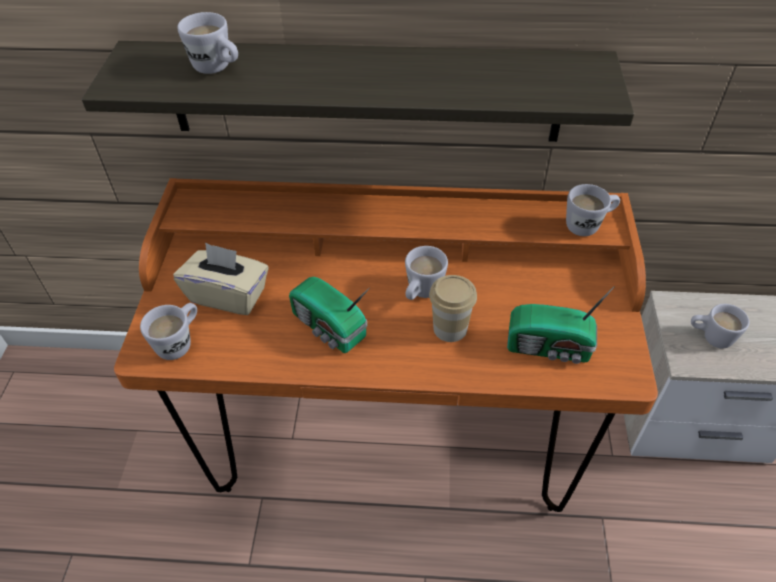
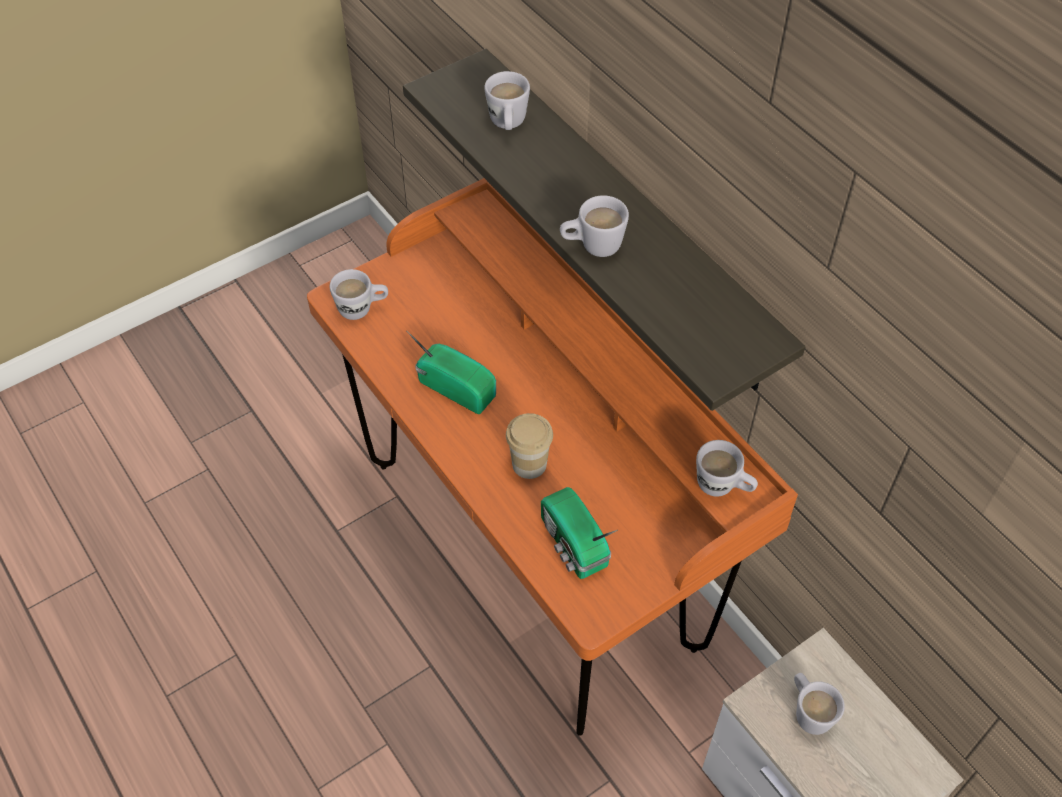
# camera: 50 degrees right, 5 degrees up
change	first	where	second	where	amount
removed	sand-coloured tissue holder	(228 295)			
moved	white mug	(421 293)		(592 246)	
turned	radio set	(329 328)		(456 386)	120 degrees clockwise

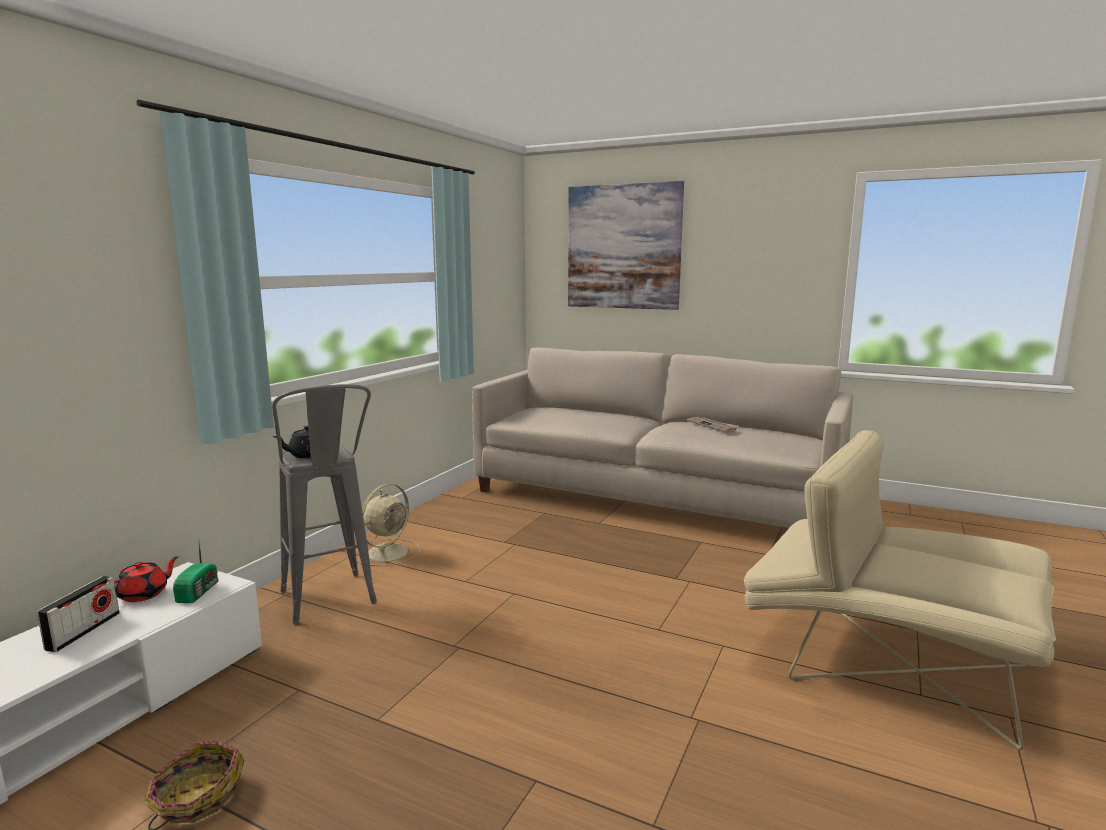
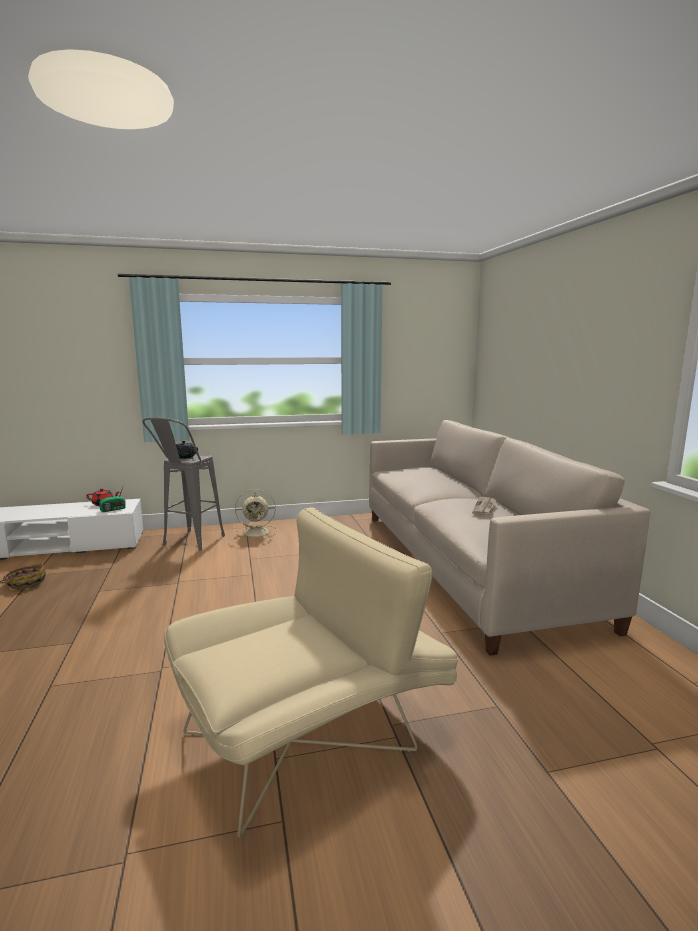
# camera: 50 degrees right, 0 degrees up
change	first	where	second	where	amount
removed	picture	(623 247)			
turned	sand-coloured armchair	(886 662)		(312 730)	60 degrees clockwise
removed	radio set	(83 631)			

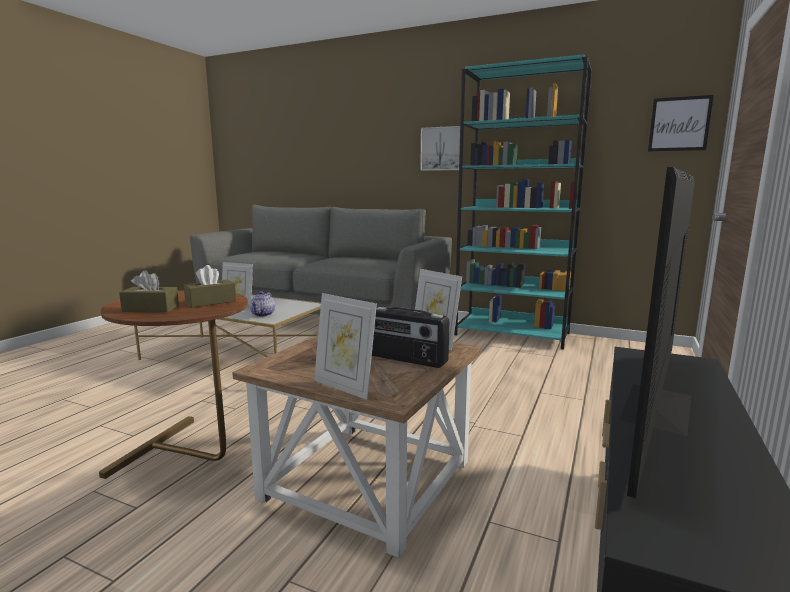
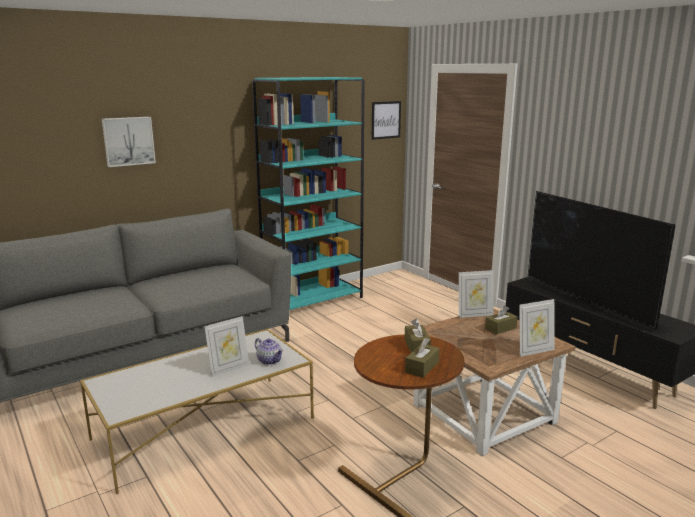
# camera: 60 degrees left, 5 degrees up
change	first	where	second	where	amount
moved	picture	(441 149)		(128 141)	
replaced	radio set	(407 359)	brown-coloured tissue holder	(500 328)	

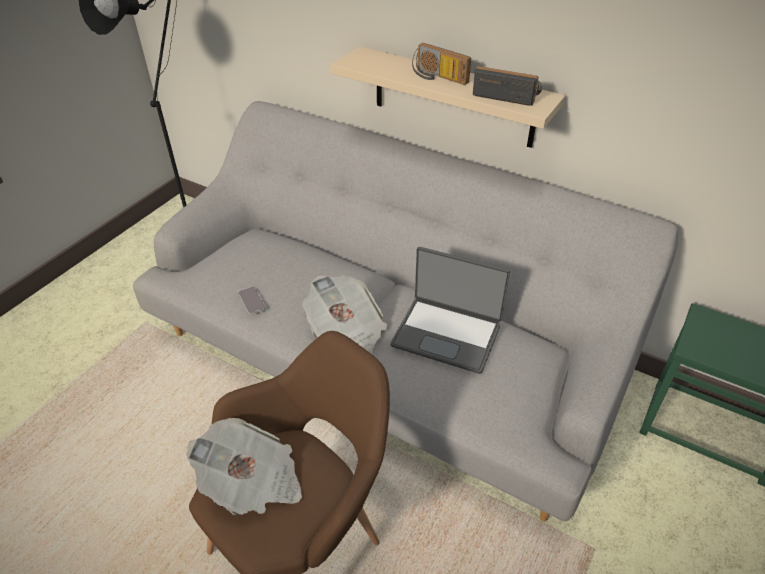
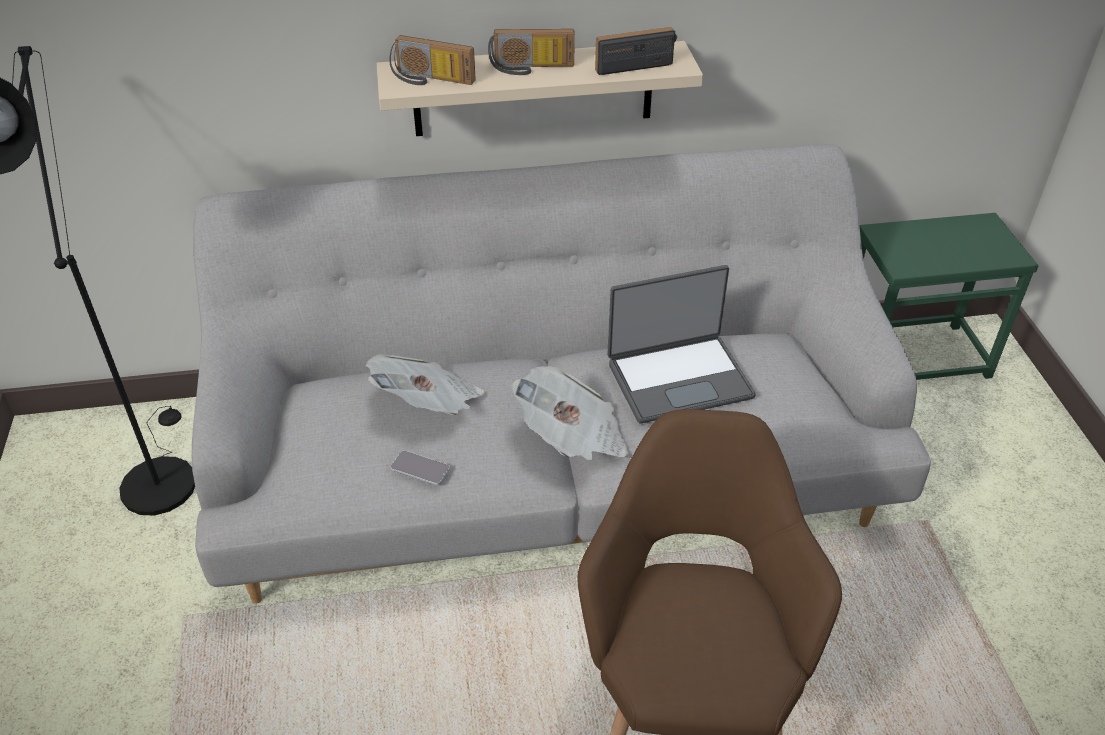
# camera: 40 degrees left, 0 degrees up
change	first	where	second	where	amount
moved	daily paper	(253 482)		(429 405)	
added			radio set	(430 80)	

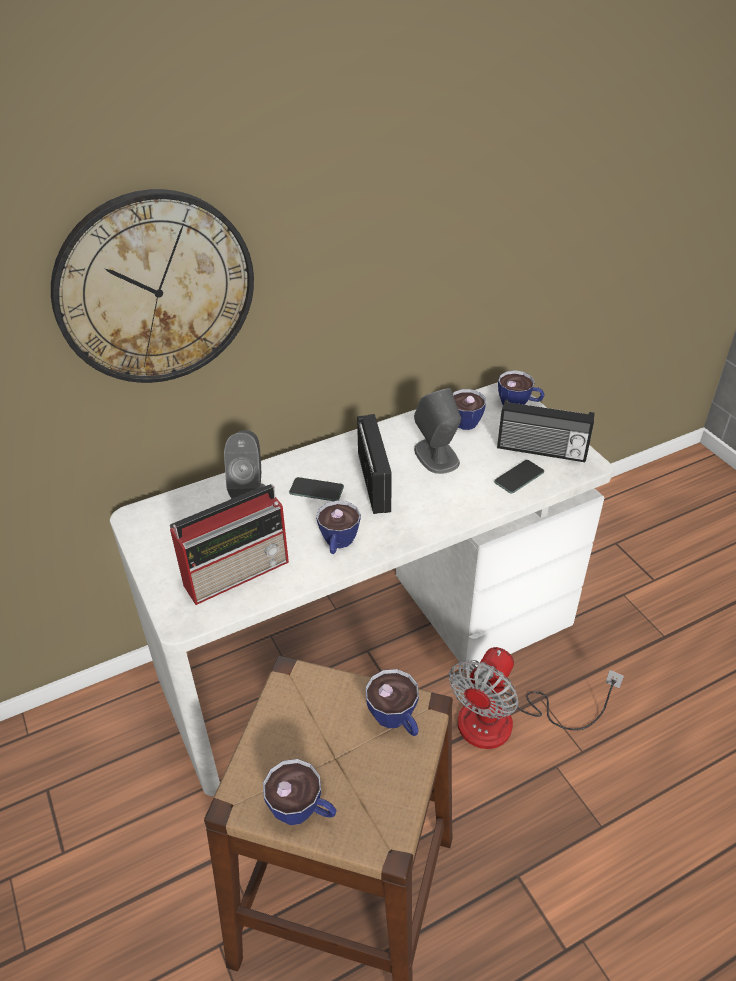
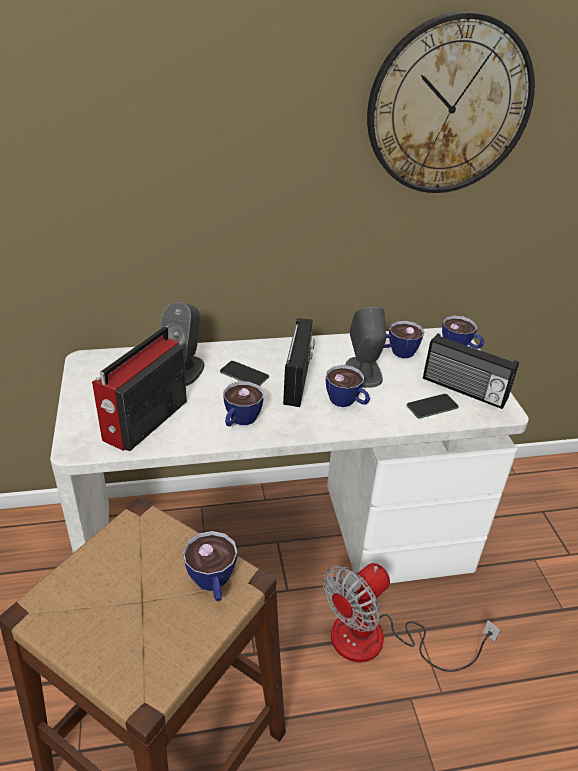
# camera: 15 degrees right, 5 degrees down
change	first	where	second	where	amount
moved	clock on the wall	(155 289)		(449 107)	
turned	radio set	(238 571)		(144 421)	135 degrees clockwise
moved	cup	(303 811)		(347 402)	

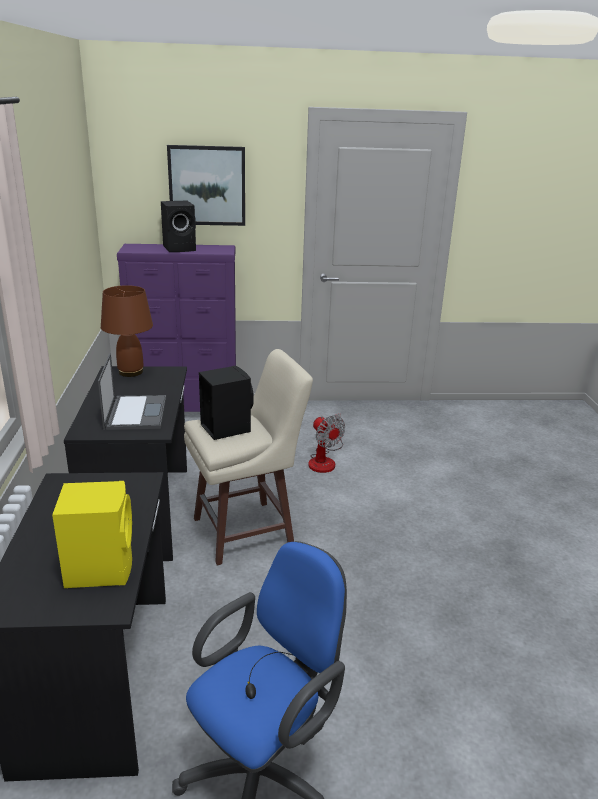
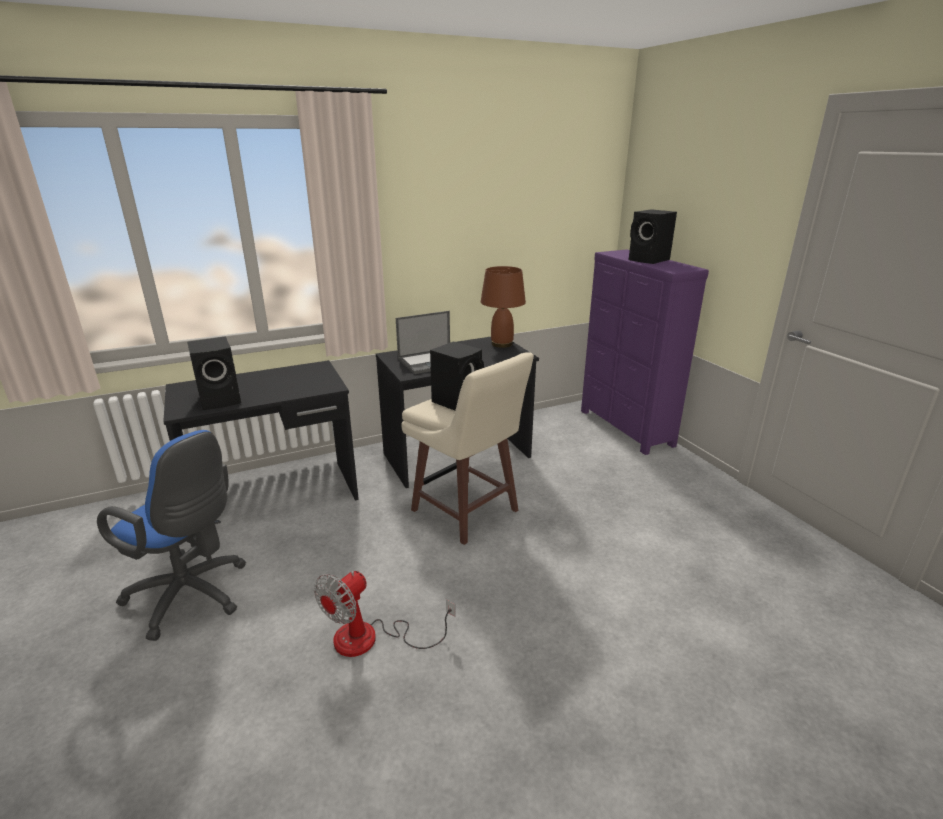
# camera: 70 degrees right, 0 degrees up
change	first	where	second	where	amount
removed	picture	(207 185)			
moved	cooling fan	(324 460)		(371 639)	
recoloured	yellow speaker	(100 567)	black speaker	(222 399)	

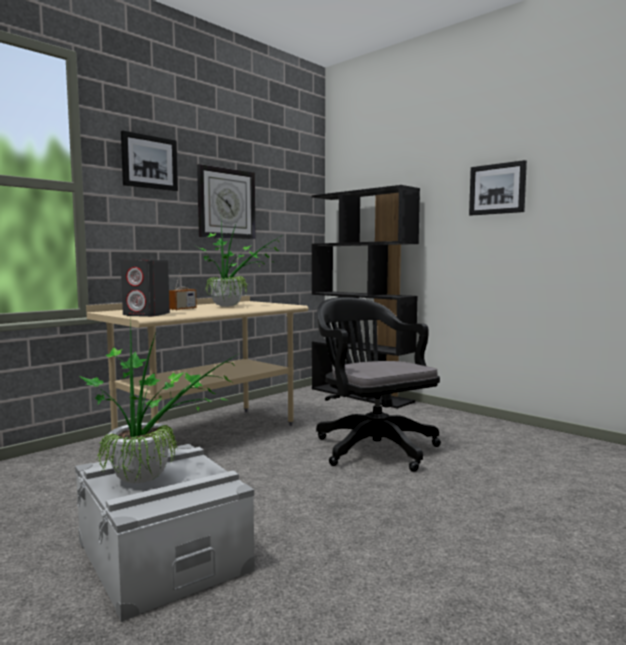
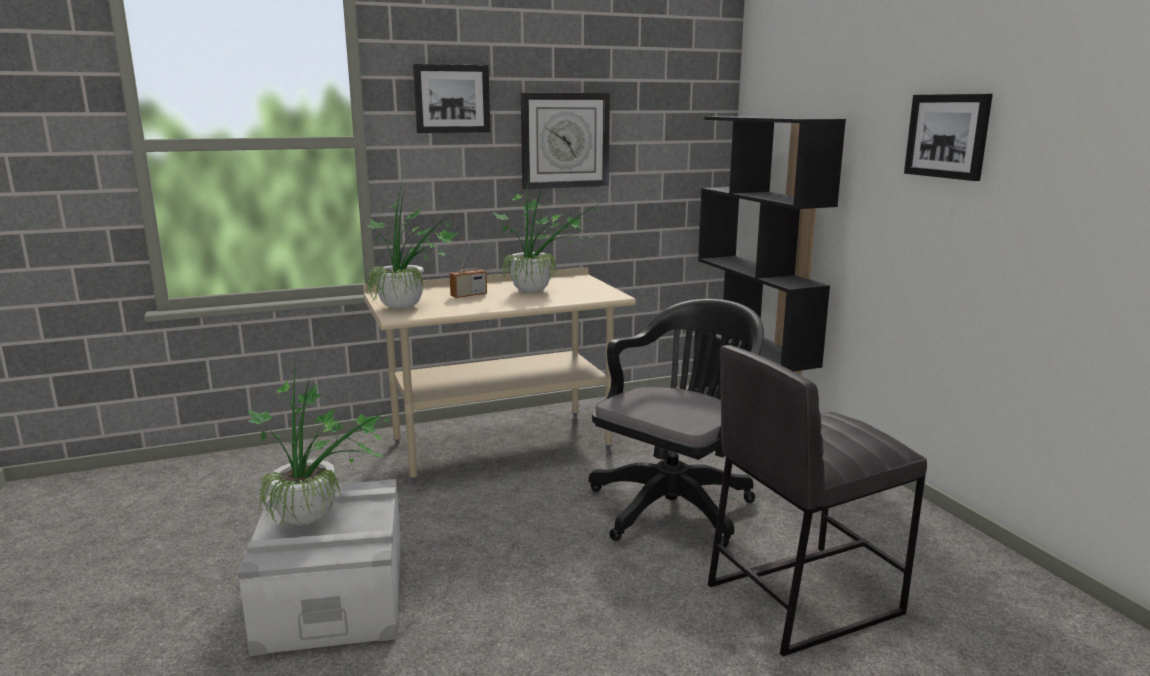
# camera: 25 degrees right, 10 degrees up
change	first	where	second	where	amount
replaced	grey speaker	(147 314)	potted plant	(409 308)	
turned	black office chair	(372 447)		(676 505)	45 degrees clockwise
added			grey sitting stool	(801 598)	

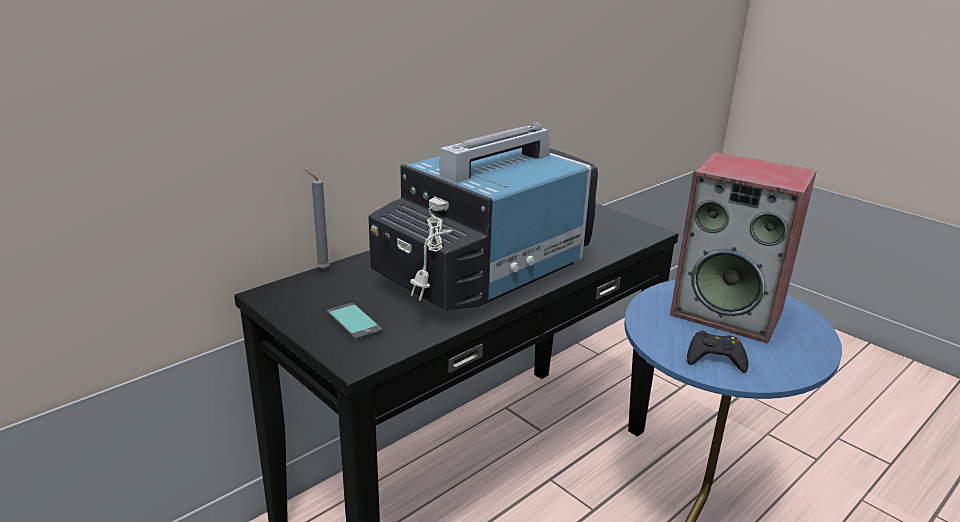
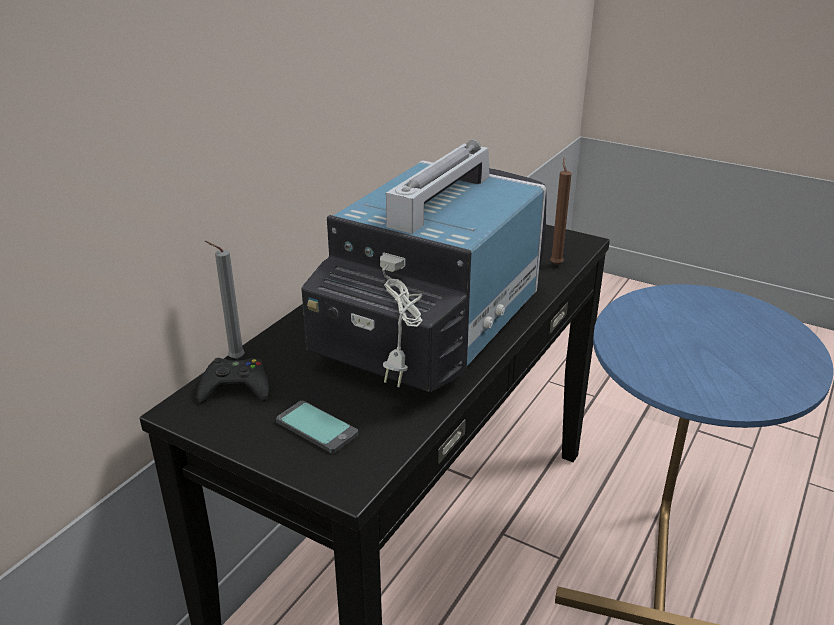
# camera: 15 degrees left, 5 degrees up
change	first	where	second	where	amount
removed	speaker	(728 313)			
moved	black game controller	(715 358)		(236 387)	
added			brown-coloured wax candle	(556 264)	

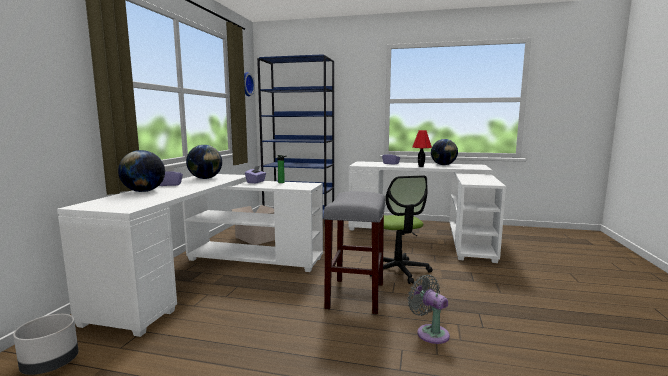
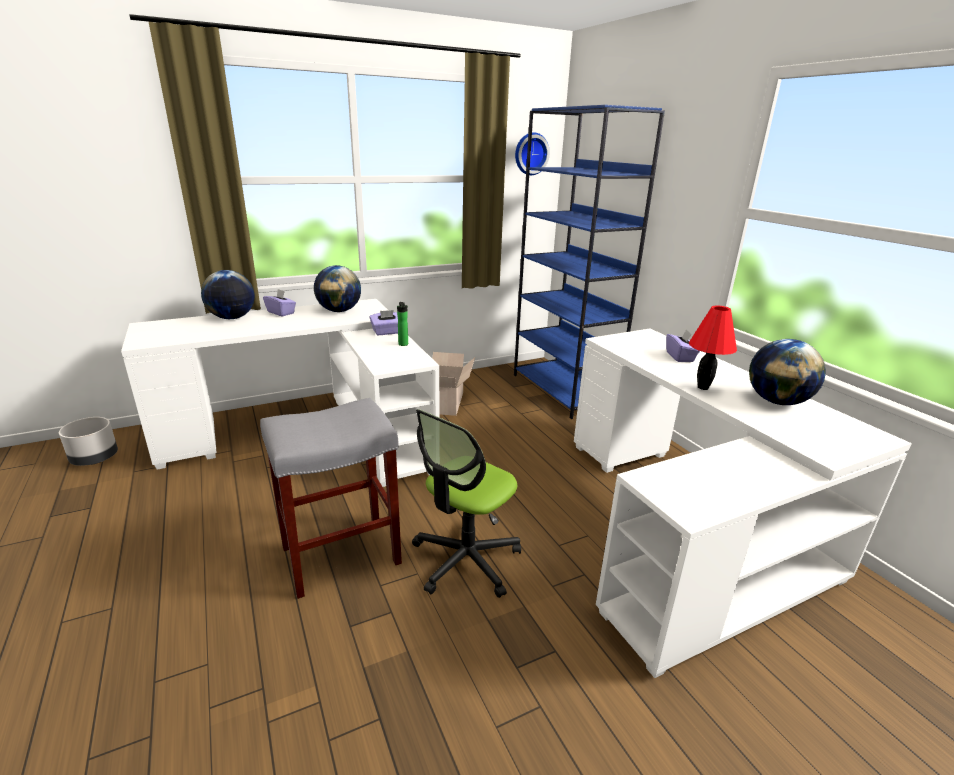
# camera: 50 degrees right, 15 degrees up
change	first	where	second	where	amount
removed	grey cooling fan	(430 332)			

